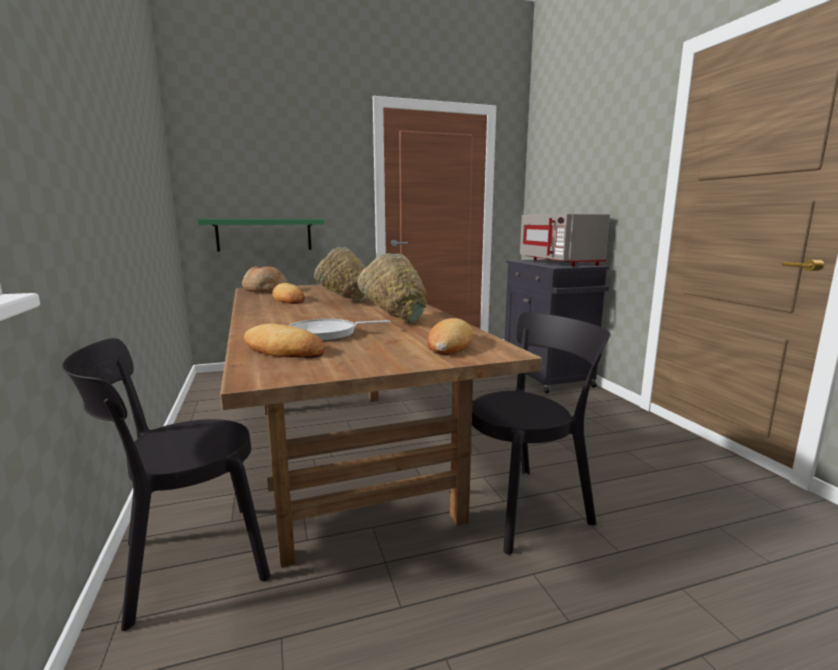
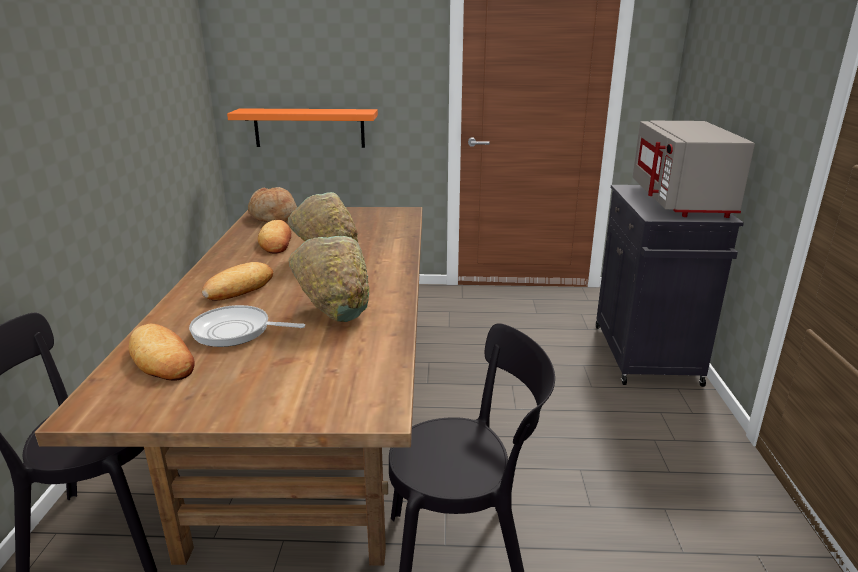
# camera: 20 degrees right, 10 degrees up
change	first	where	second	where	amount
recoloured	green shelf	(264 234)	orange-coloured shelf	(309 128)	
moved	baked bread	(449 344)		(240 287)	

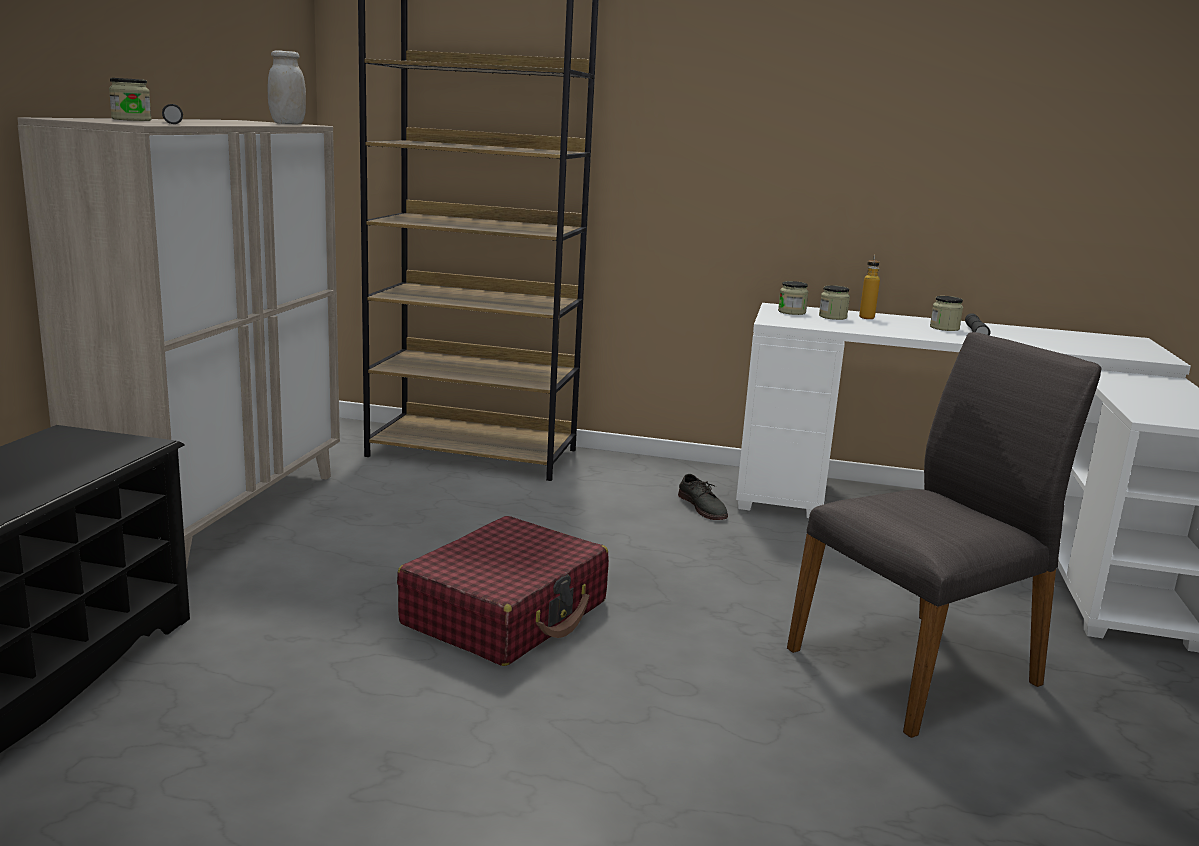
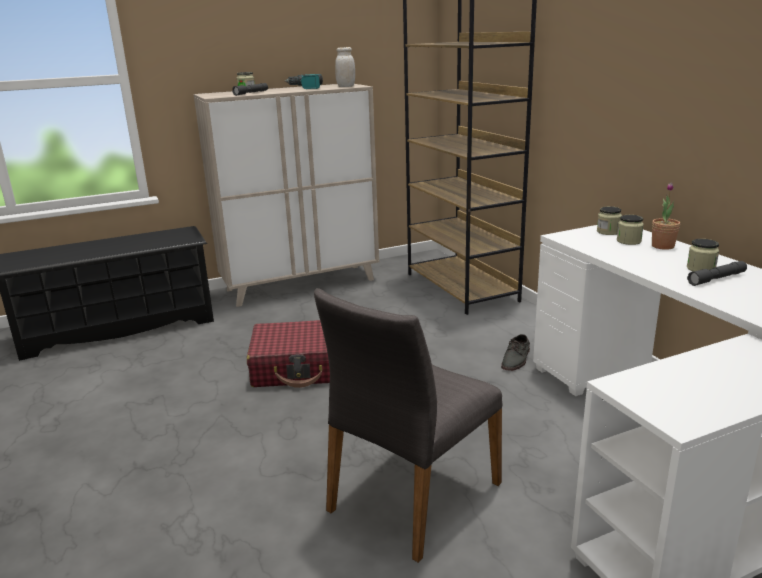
# camera: 55 degrees right, 5 degrees up
change	first	where	second	where	amount
replaced	bottle	(866 317)	potted plant	(662 246)	
turned	grey chair	(918 667)		(411 496)	105 degrees clockwise
added			electric drill	(306 88)	

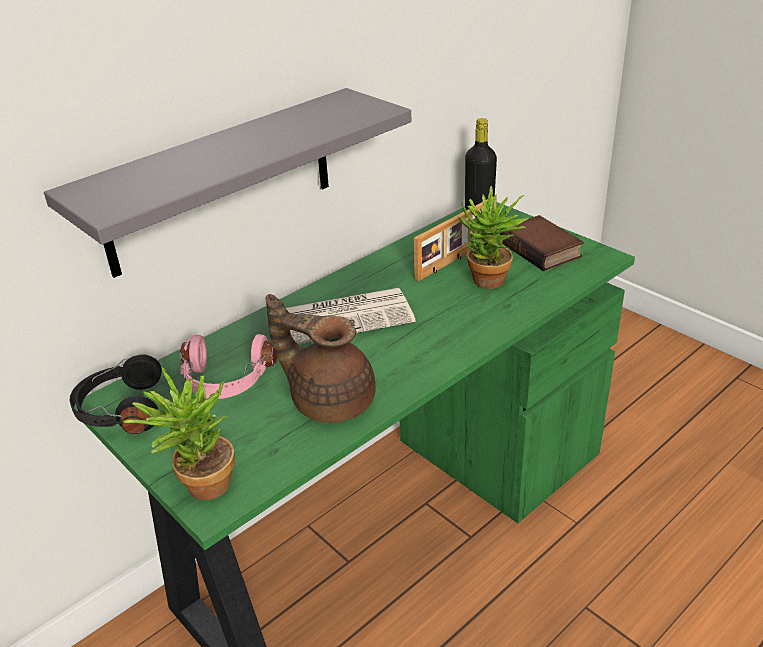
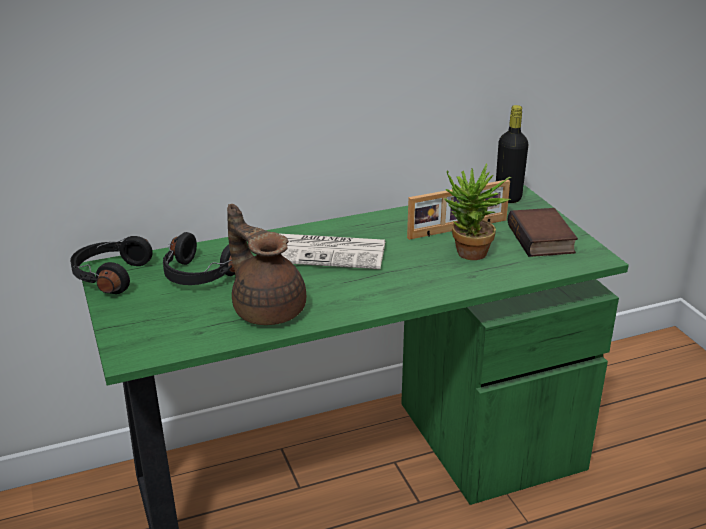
# camera: 20 degrees right, 5 degrees down
change	first	where	second	where	amount
removed	grey shelf	(220 182)			
recoloured	pink headset	(226 381)	black headset	(199 276)	
removed	potted plant	(199 487)			

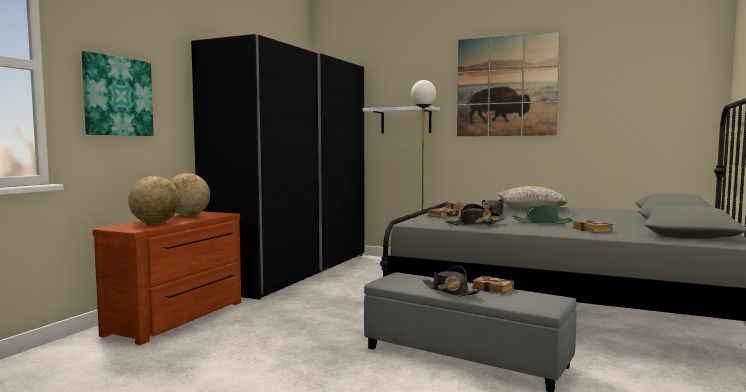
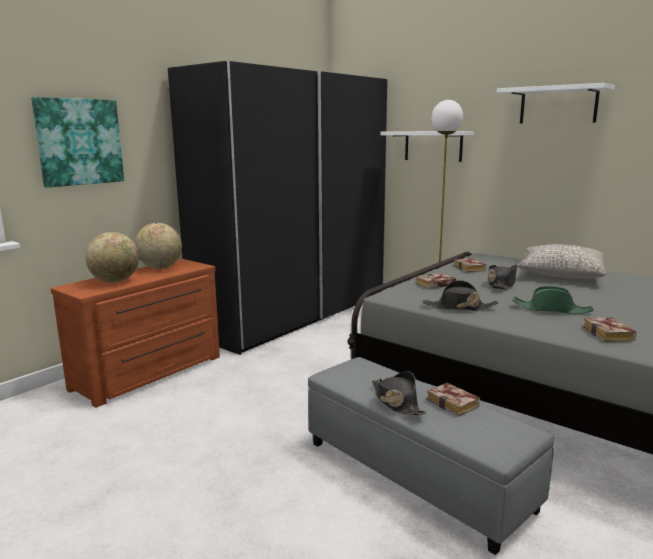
# camera: 15 degrees right, 10 degrees up
change	first	where	second	where	amount
replaced	picture	(506 86)	white shelf	(558 105)	

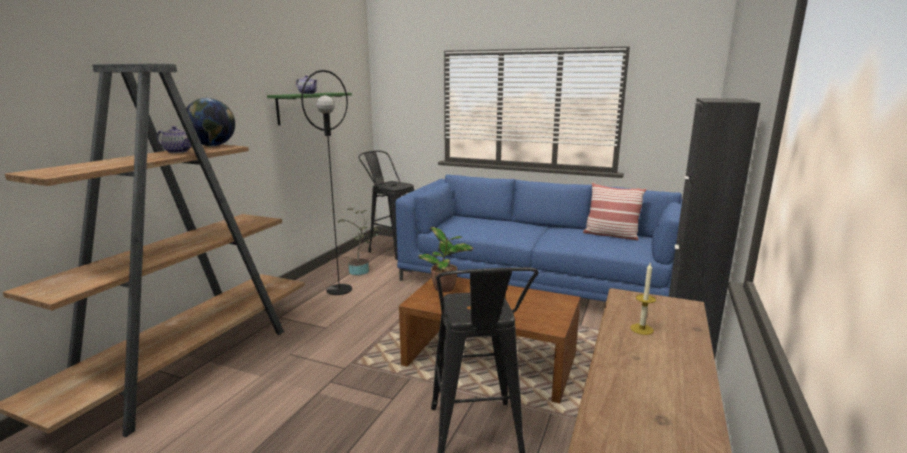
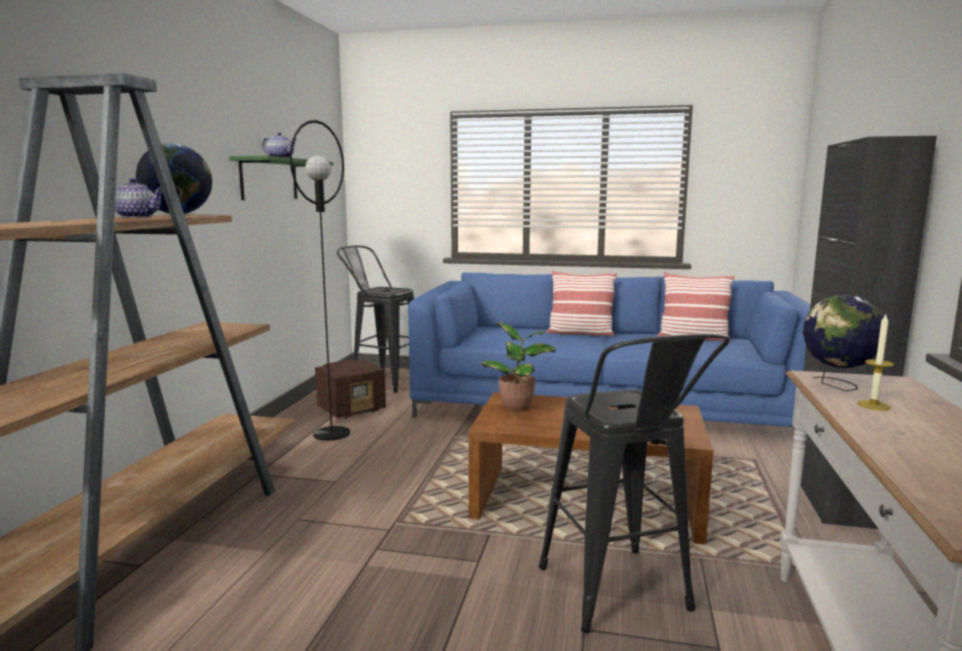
# camera: 10 degrees left, 5 degrees down
change	first	where	second	where	amount
replaced	potted plant	(361 271)	radio set	(352 410)	
added			cushion	(580 333)	
added			world globe	(837 386)	

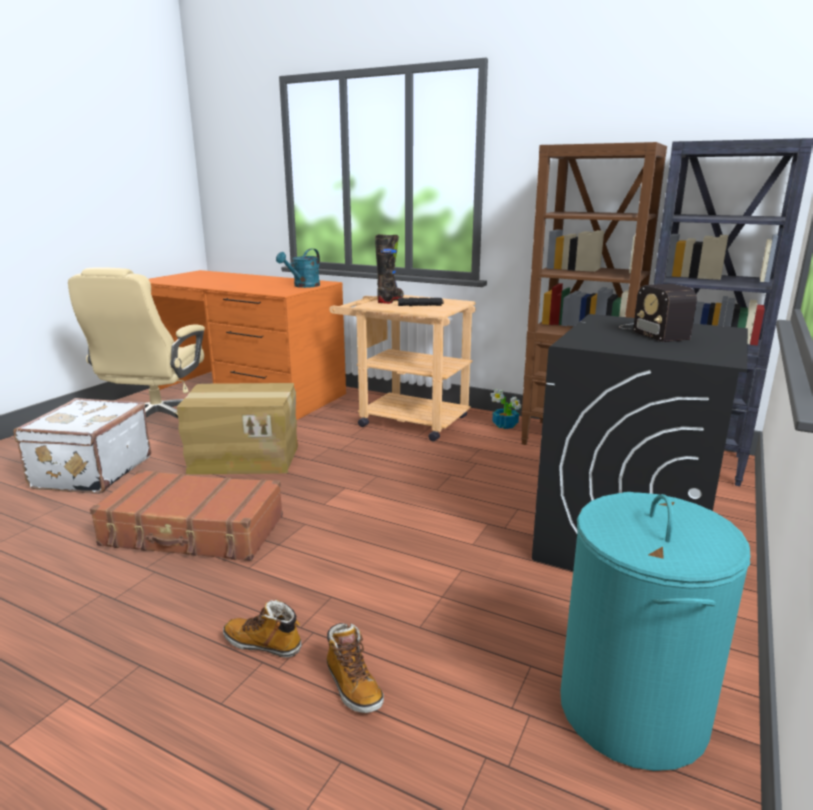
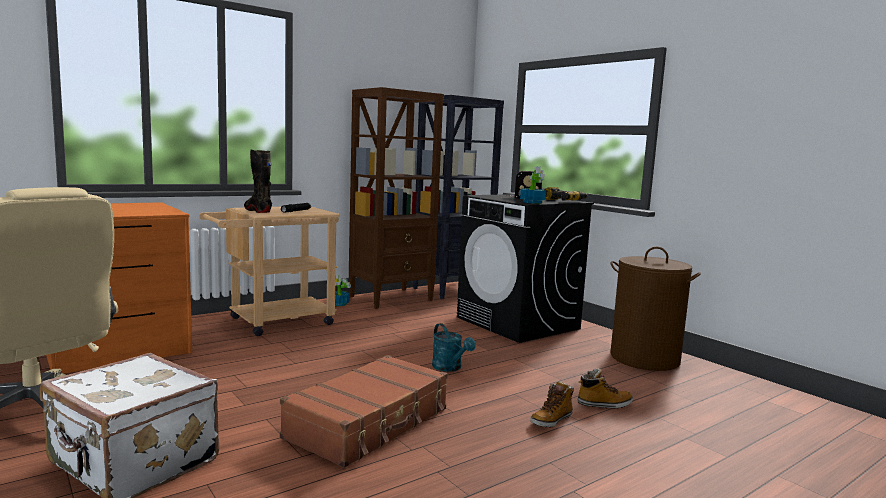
# camera: 65 degrees left, 10 degrees down
change	first	where	second	where	amount
moved	turquoise watering can	(303 286)		(450 368)	
removed	packing box	(245 458)			
recoloured	turquoise hamper	(631 710)	brown-coloured hamper	(644 359)	
added			potted plant	(532 202)	
added			electric drill	(565 200)	

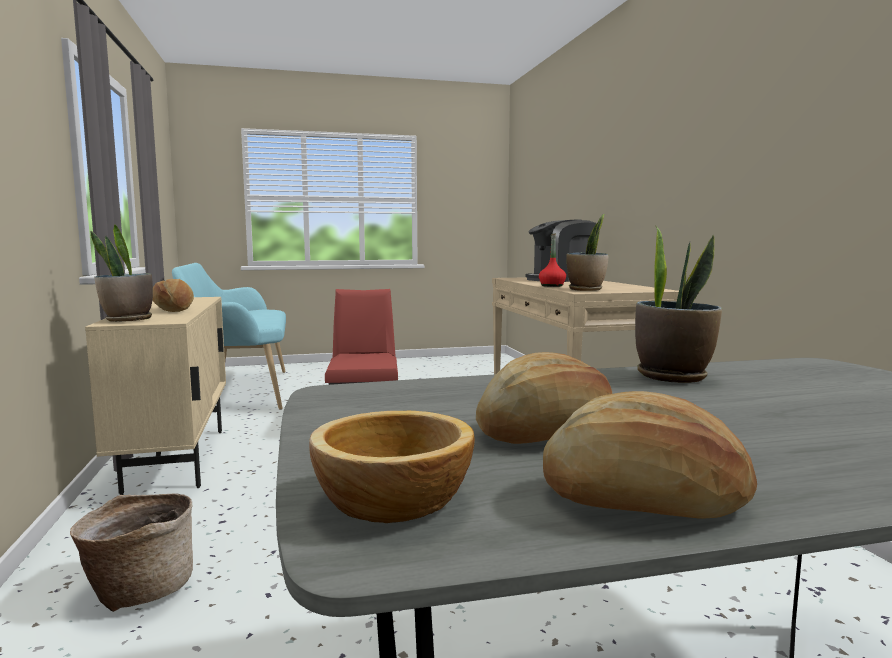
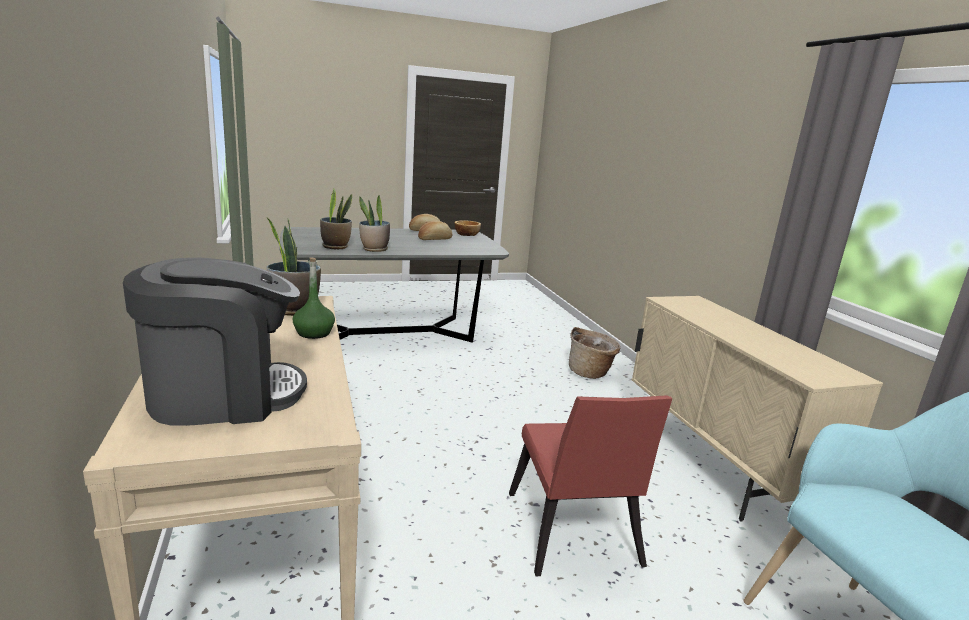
# camera: 175 degrees right, 10 degrees up
change	first	where	second	where	amount
moved	potted plant	(127 320)		(336 247)	
recoloured	red bottle	(552 286)	green bottle	(314 333)	
removed	baked bread	(174 309)			

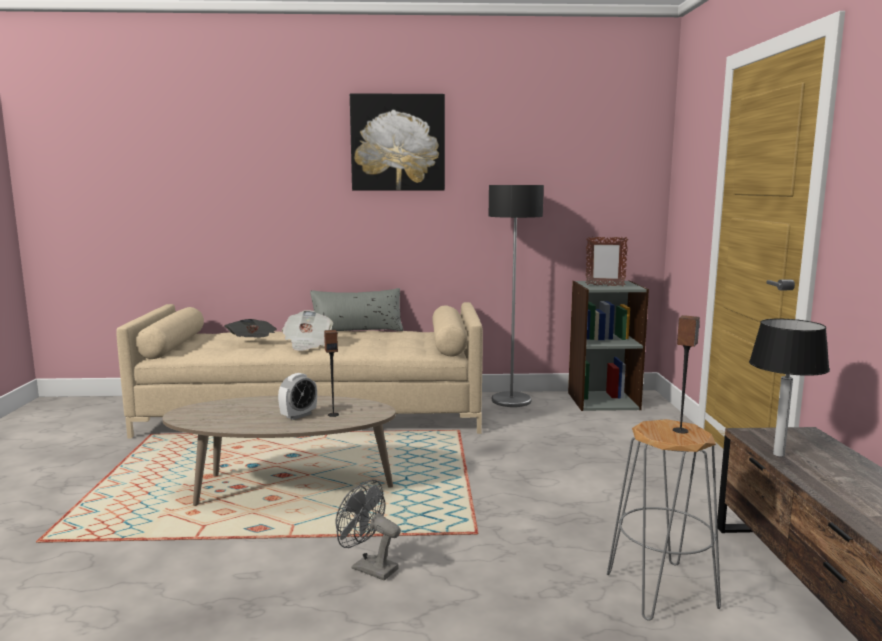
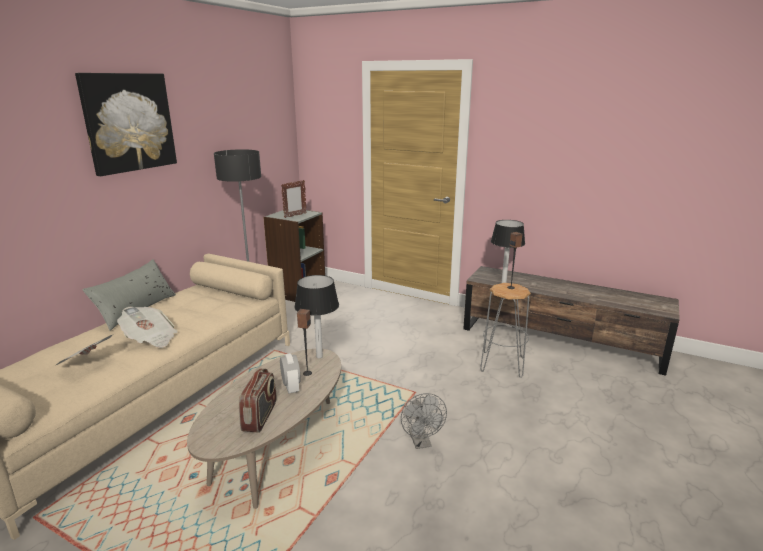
# camera: 60 degrees left, 10 degrees up
change	first	where	second	where	amount
turned	grey cooling fan	(368 567)		(421 442)	75 degrees counterclockwise
added			tabletop lamp	(319 356)	
added			radio set	(260 416)	

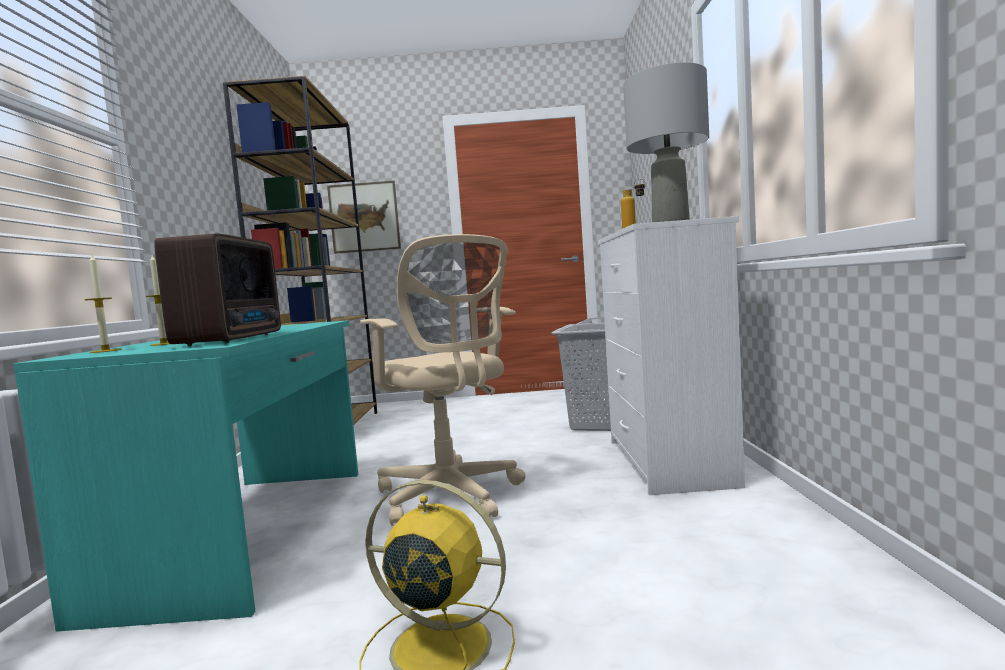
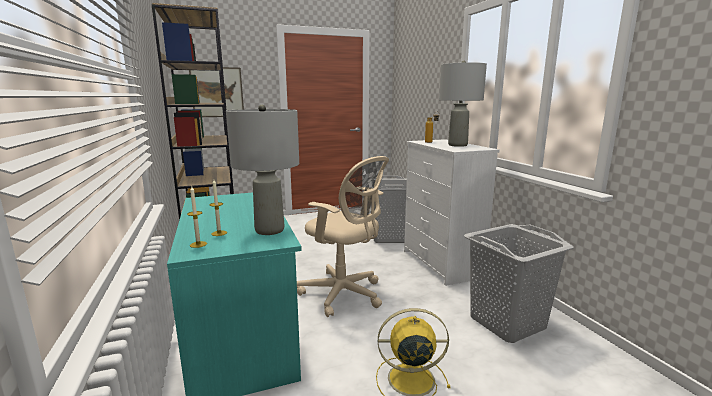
# camera: 20 degrees left, 10 degrees up
change	first	where	second	where	amount
replaced	radio set	(234 339)	grey tabletop lamp	(269 230)	
added			grey hamper	(507 323)	

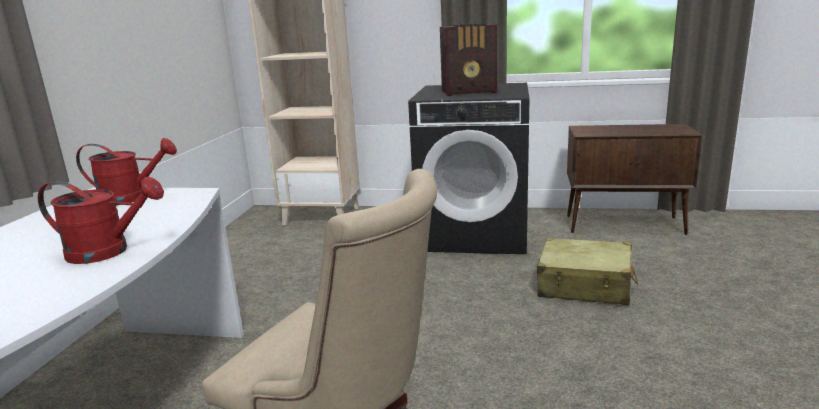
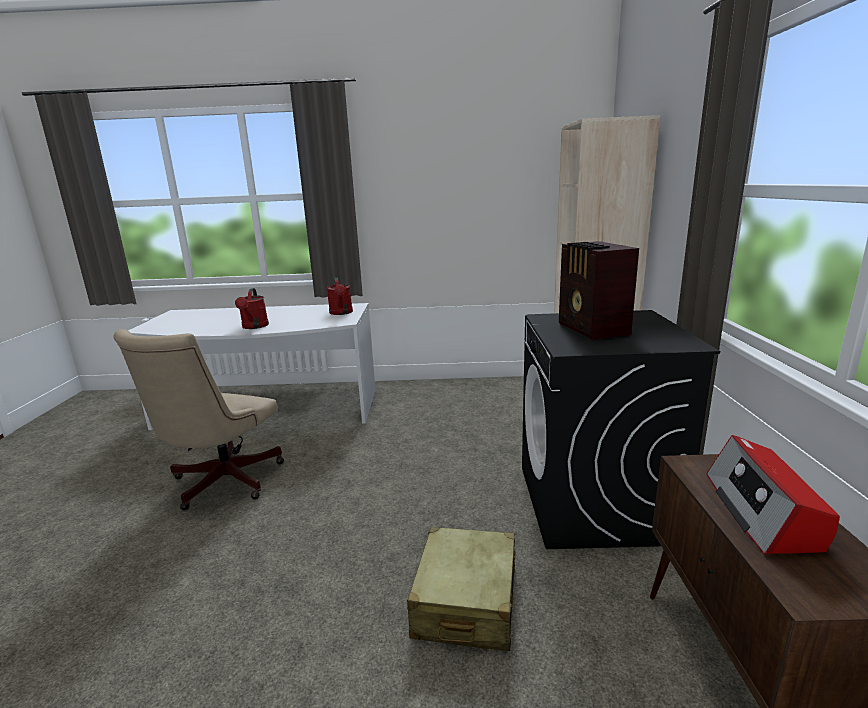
# camera: 80 degrees right, 0 degrees up
change	first	where	second	where	amount
added			radio set	(762 511)	

